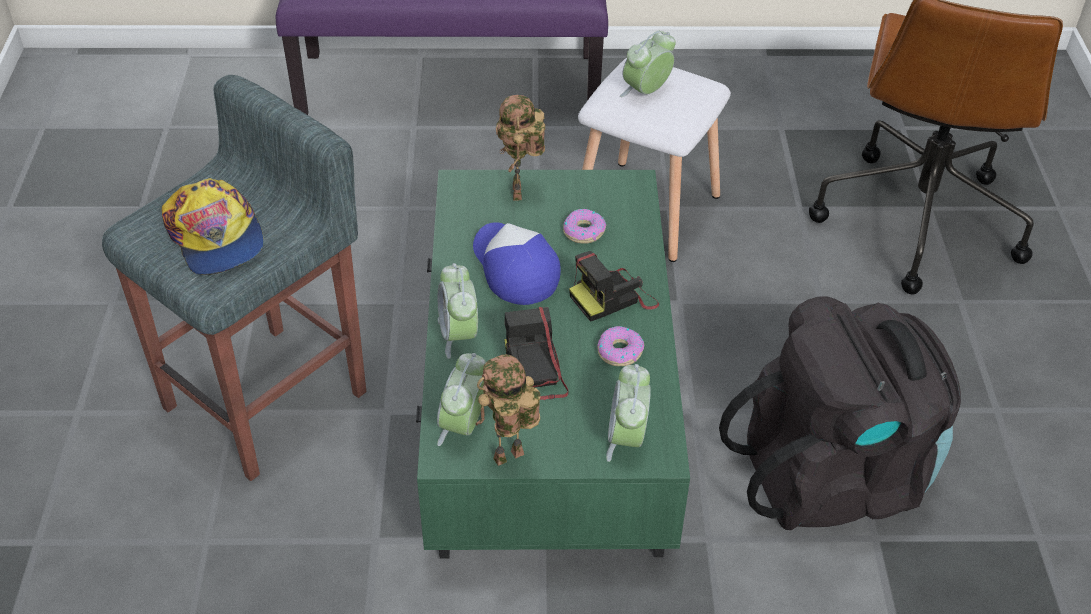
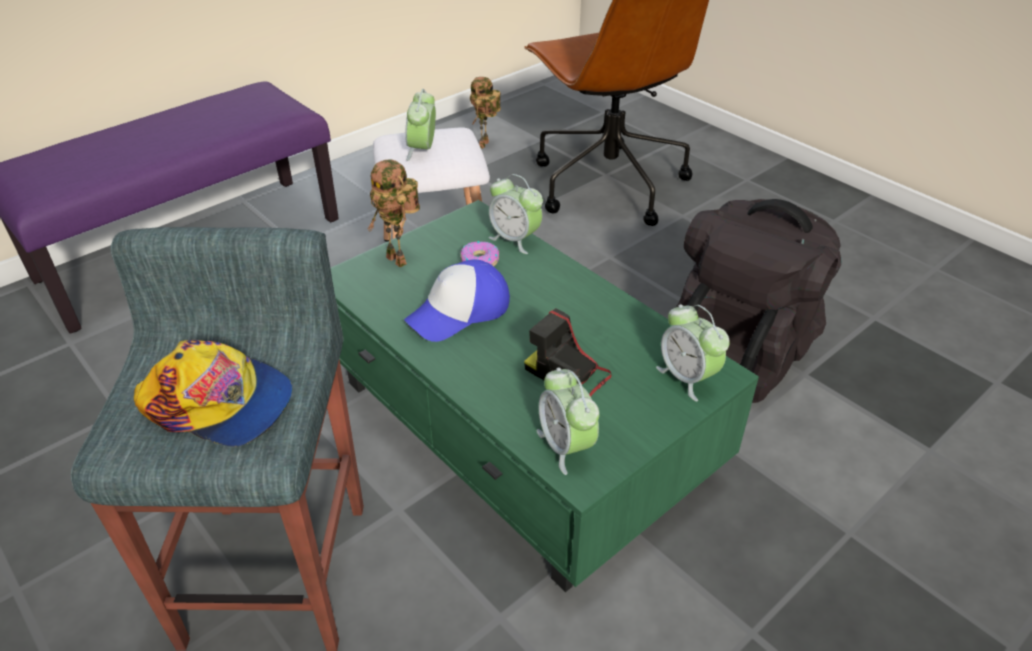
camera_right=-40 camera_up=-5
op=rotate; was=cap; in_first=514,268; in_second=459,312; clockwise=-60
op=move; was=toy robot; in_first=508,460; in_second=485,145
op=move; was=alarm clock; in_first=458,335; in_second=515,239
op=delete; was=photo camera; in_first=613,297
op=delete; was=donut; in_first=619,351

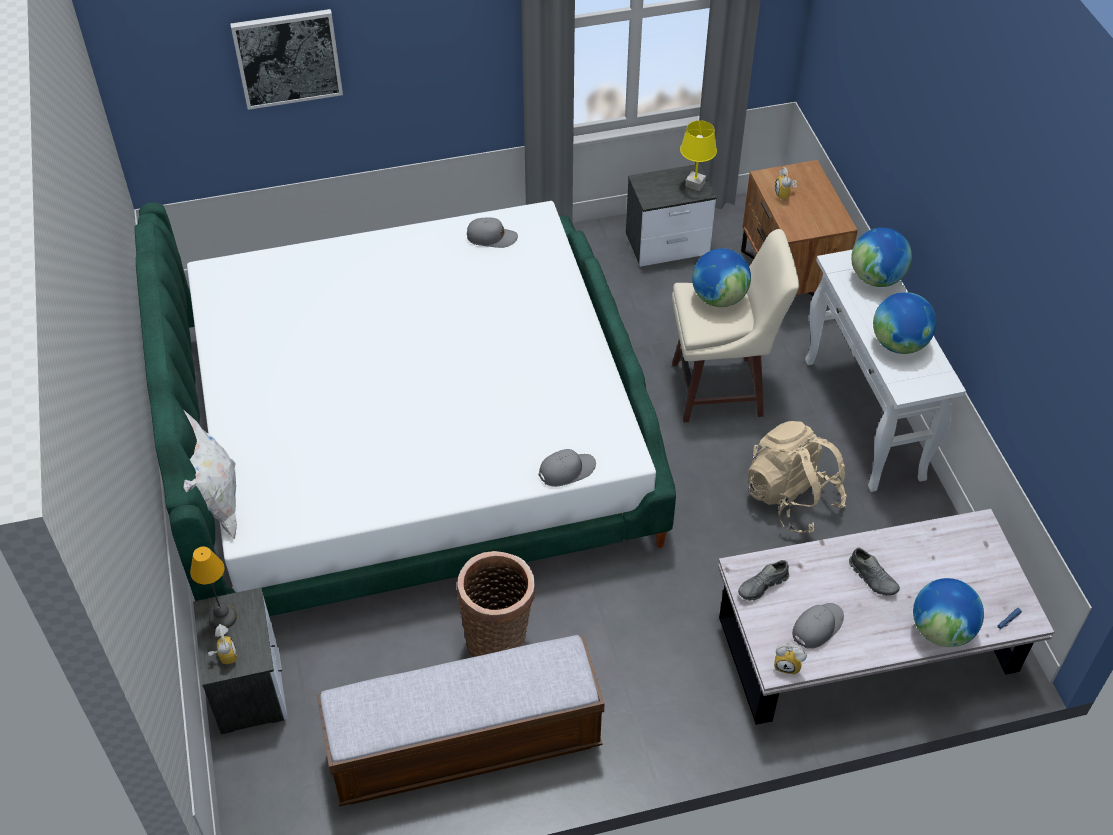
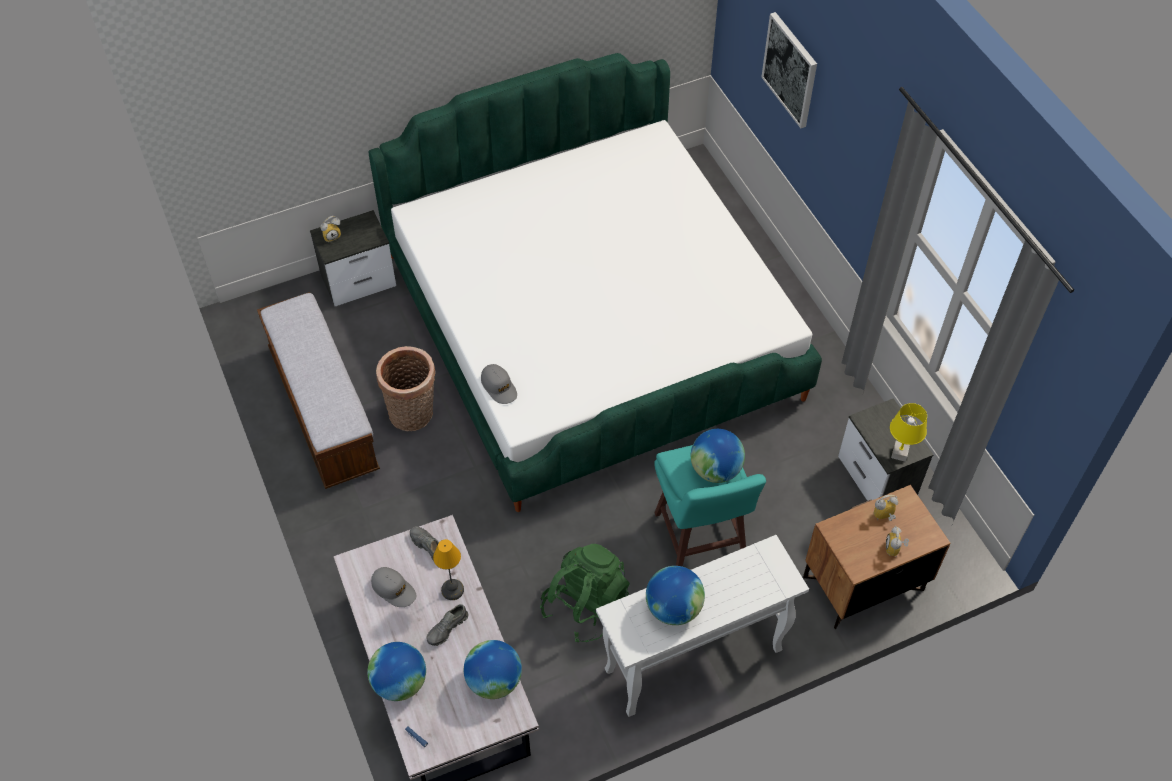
camera_right=80 camera_up=5
op=move; was=table lamp; in_first=223,617; in_second=453,590
op=move; was=globe; in_first=876,278; in_second=494,681
op=recolor; was=beige backpack; now=green backpack; in_first=792,498; in_second=585,605
op=recolor; was=beige stool; now=turquoise stool; in_first=720,390; in_second=700,538
op=move; was=alarm clock; in_first=788,664; in_second=895,549
op=delete; was=white pillow; in_first=217,503
op=delete; was=grey cap; in_first=491,237

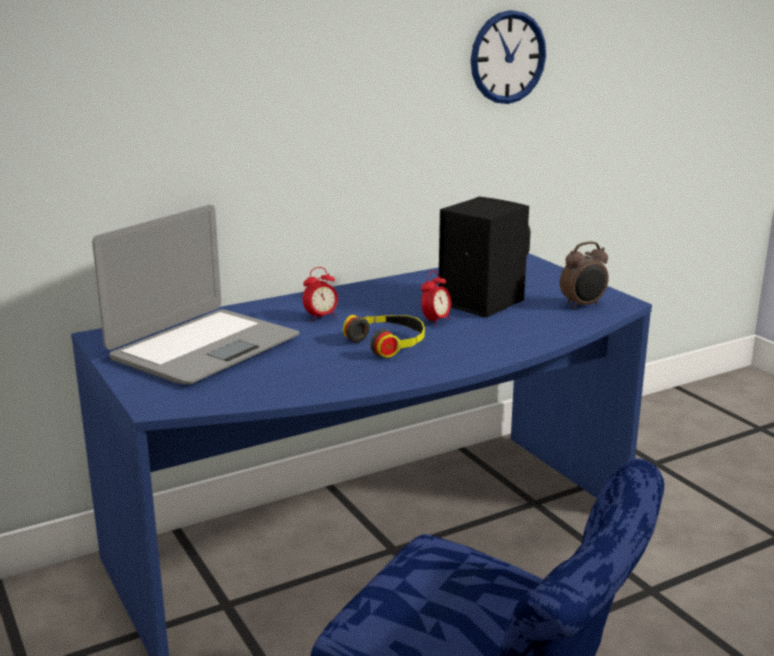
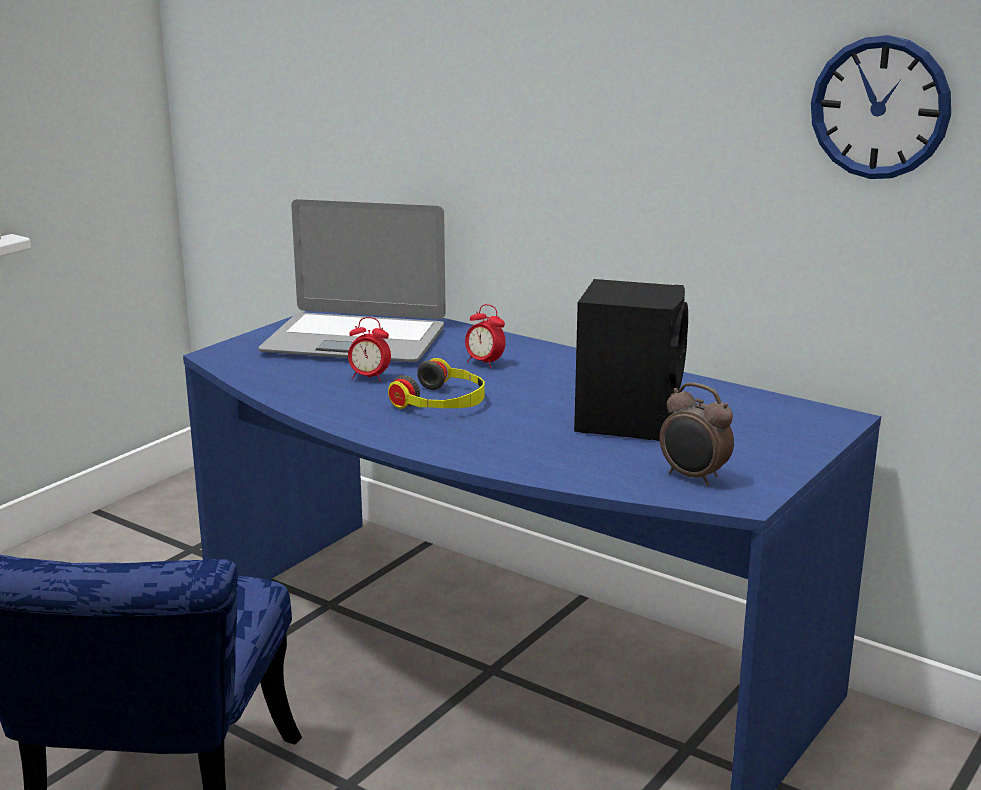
camera_right=65 camera_up=0
op=move; was=alarm clock; in_first=435,321; in_second=369,378

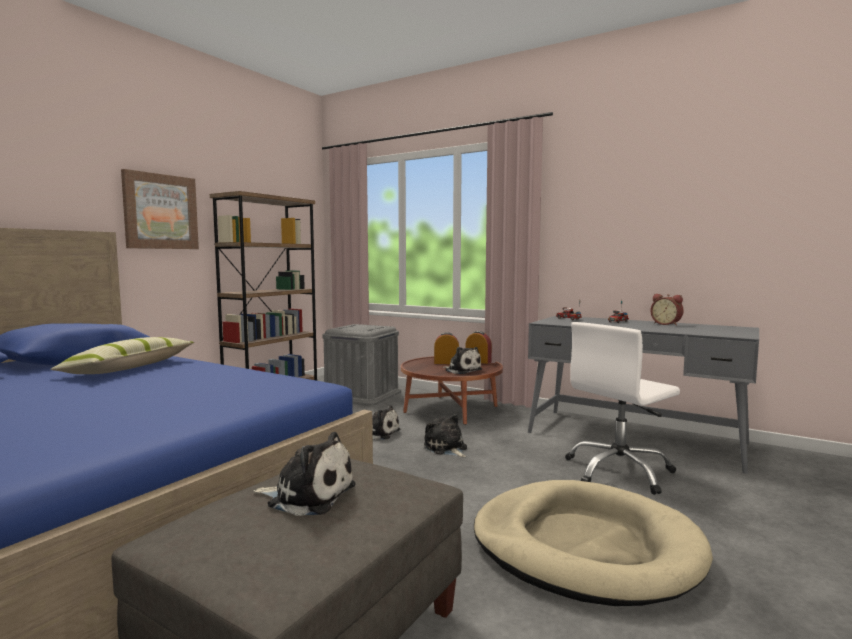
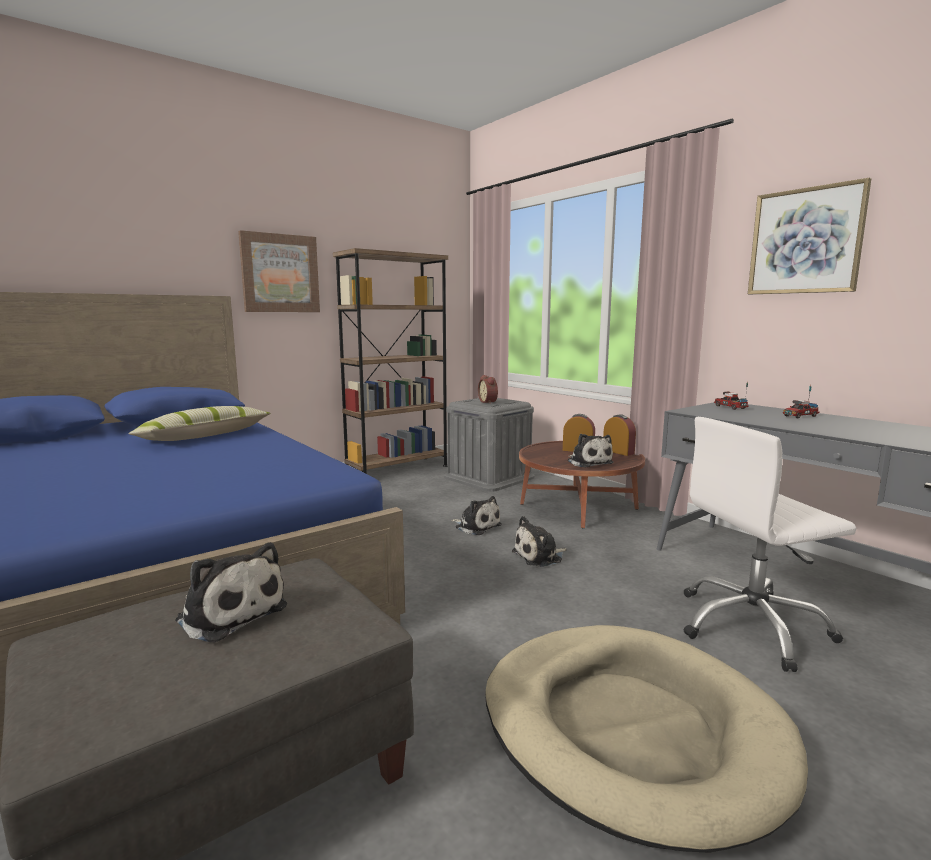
camera_right=20 camera_up=5
op=move; was=alarm clock; in_first=666,324; in_second=489,402
op=rotate; was=plush toy; in_first=446,448; in_second=540,556; clockwise=-105
op=insert; now=picture; in_second=805,241

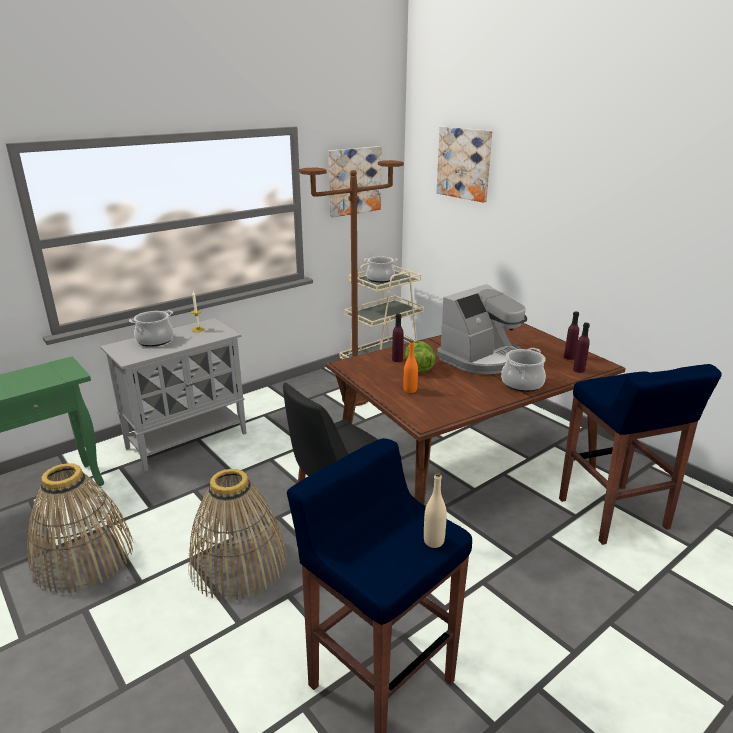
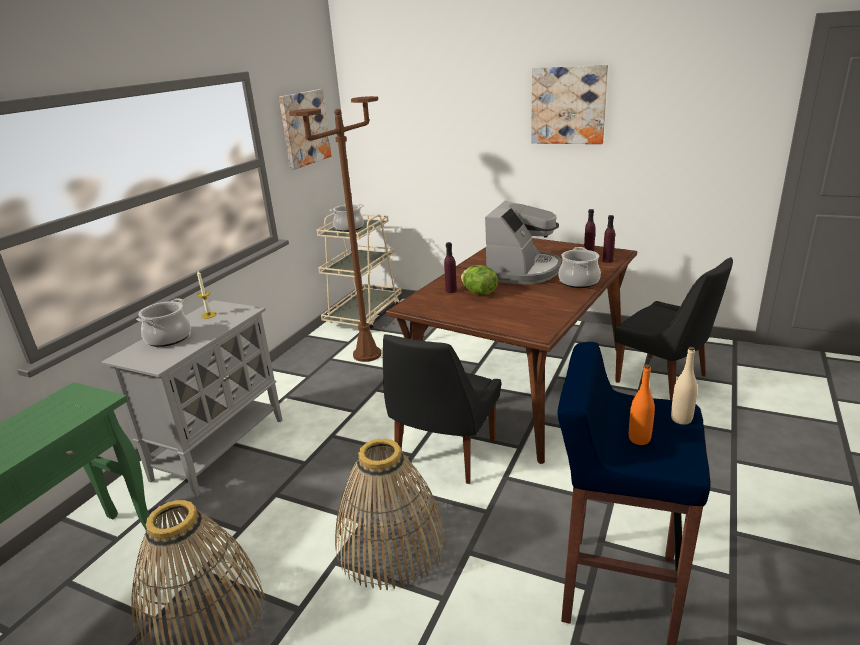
camera_right=-25 camera_up=0
op=move; was=picture; in_first=464,163; in_second=568,105
op=replace; was=blue stool; now=black chair; in_first=613,515; in_second=664,380
op=move; was=orange bottle; in_first=410,390; in_second=639,439

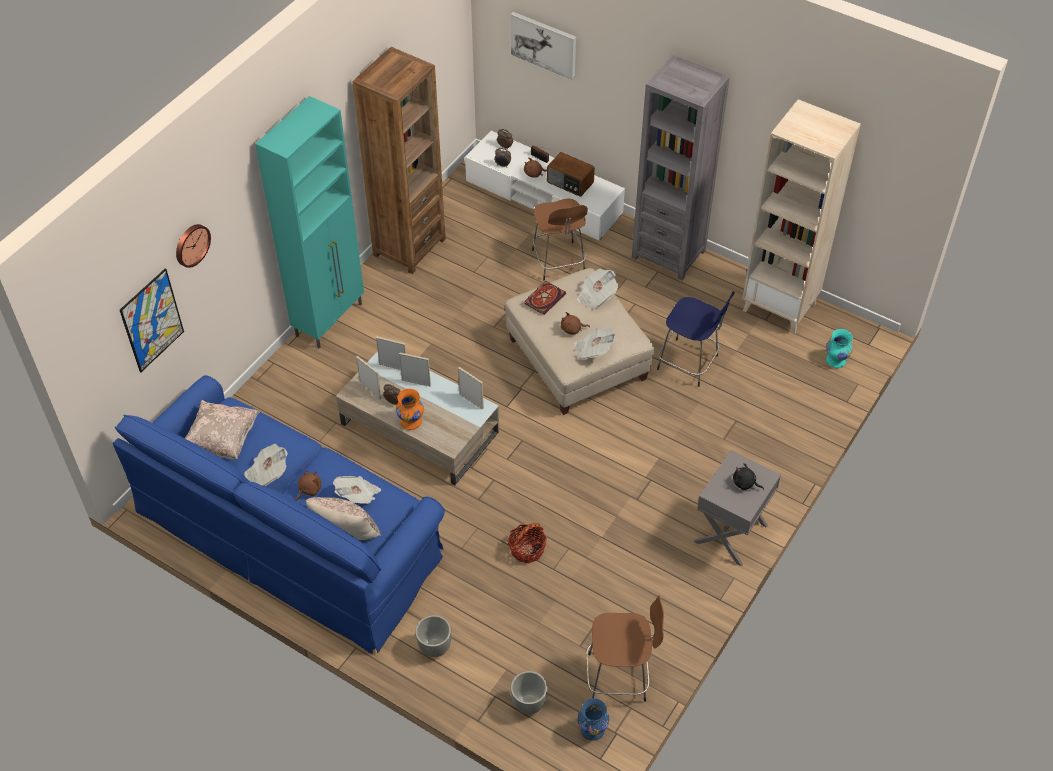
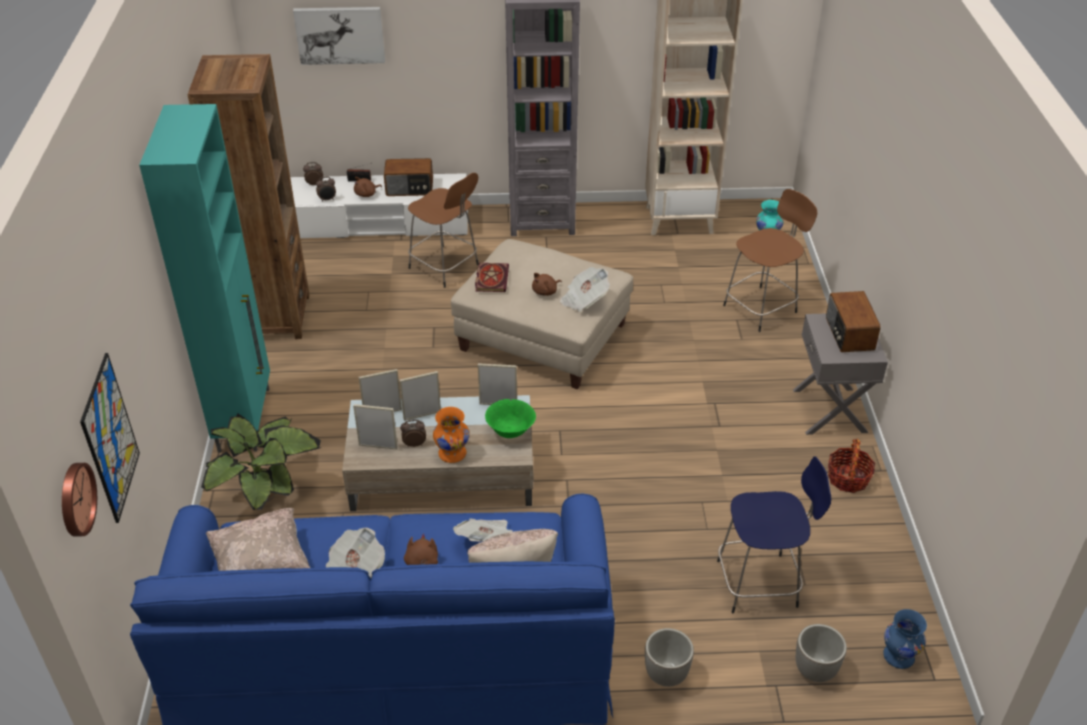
camera_right=-35 camera_up=-10
op=move; was=wall clock; in_first=191,244; in_second=75,499
op=insert; now=potted plant; in_second=268,496
op=insert; now=green bowl; in_second=510,432
op=move; was=blue stool; in_first=689,363; in_second=760,583
op=move; was=brown stool; in_first=619,677; in_second=762,308
op=replace; was=black plush toy; now=radio; in_first=745,483; in_second=848,334
op=move; was=basket; in_first=527,549; in_second=848,478
op=delete; was=newspaper; in_first=596,296

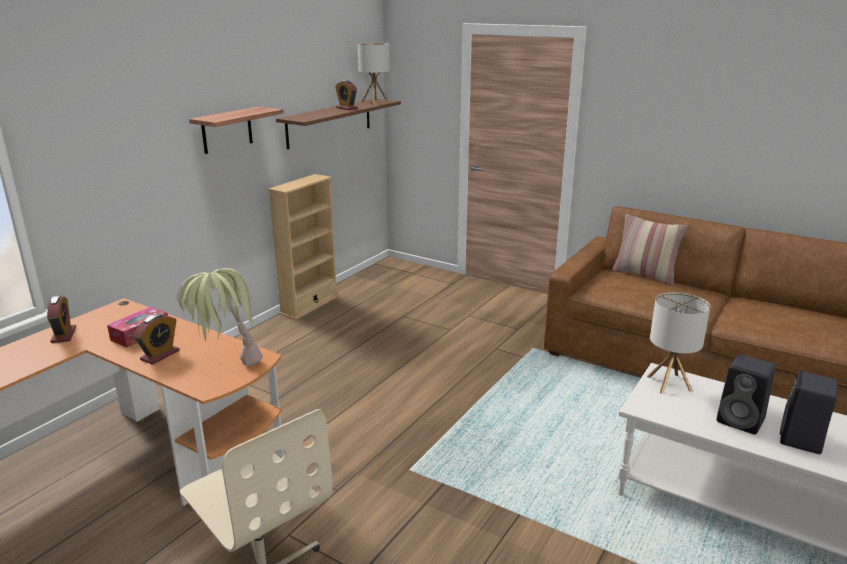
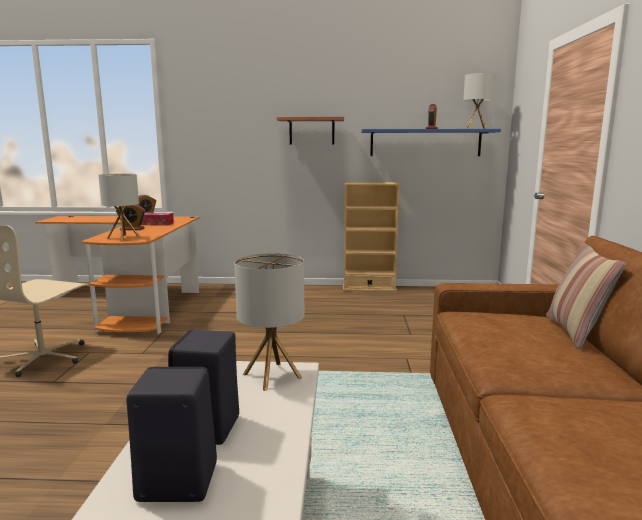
camera_right=60 camera_up=-10
op=replace; was=potted plant; now=table lamp; in_first=226,367; in_second=123,237
op=recolor; was=brown shelf; now=blue shelf; in_first=329,122; in_second=425,143

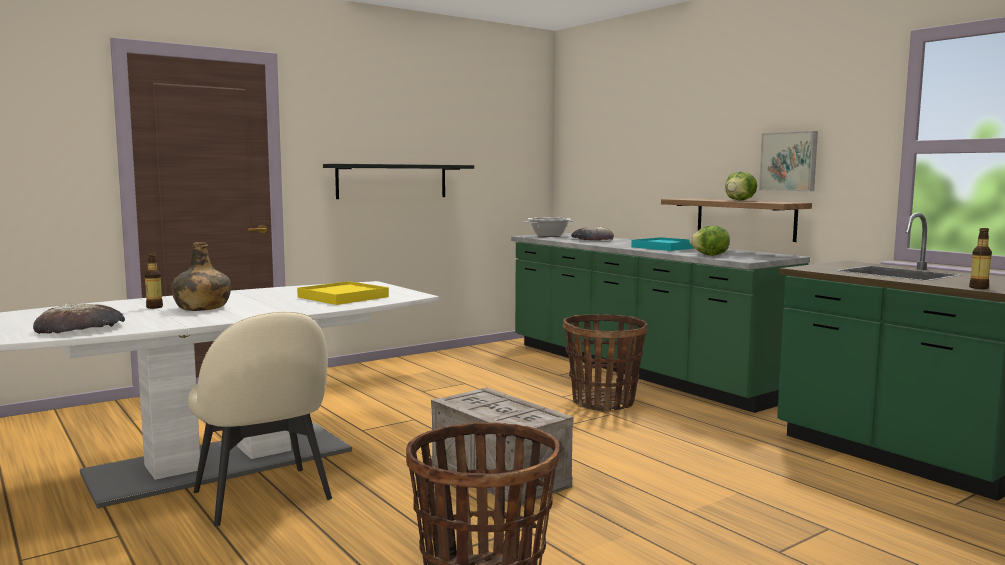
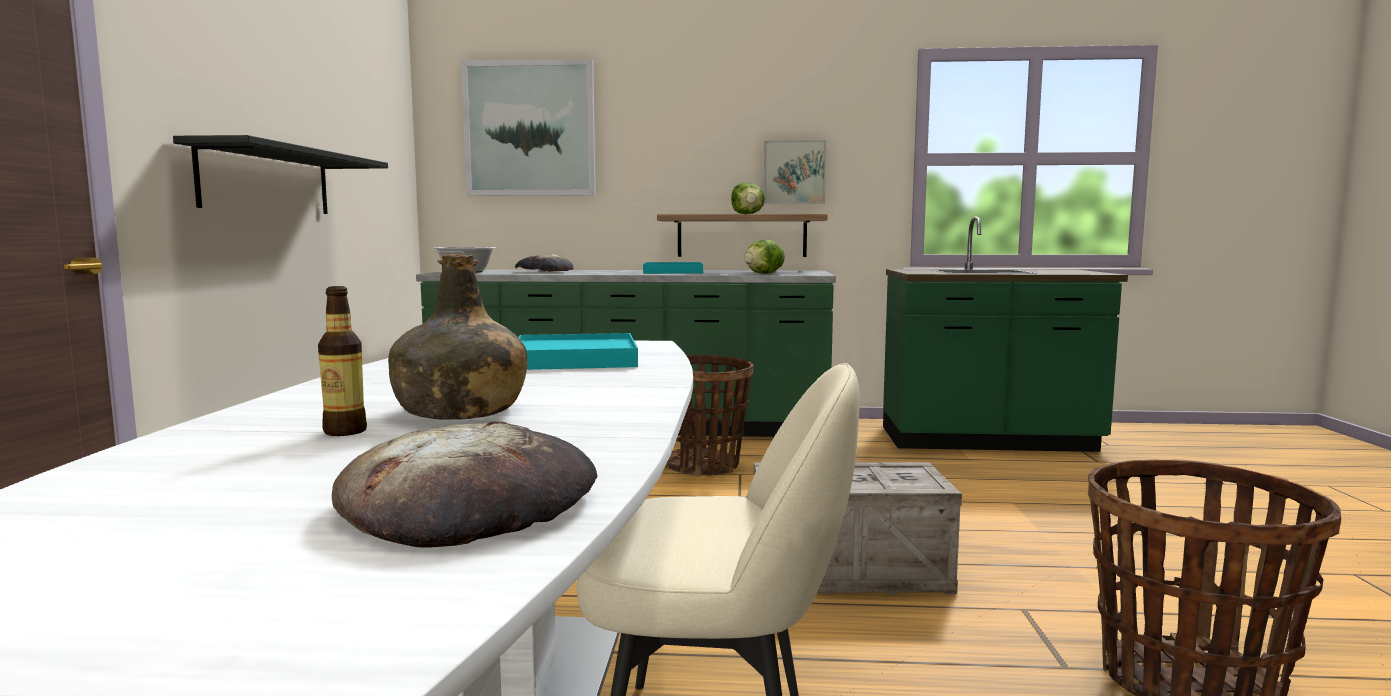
camera_right=-50 camera_up=0
op=insert; now=picture; in_second=529,129
op=recolor; was=yellow tray; now=turquoise tray; in_first=343,297; in_second=576,359
op=delete; was=bottle; in_first=978,288

